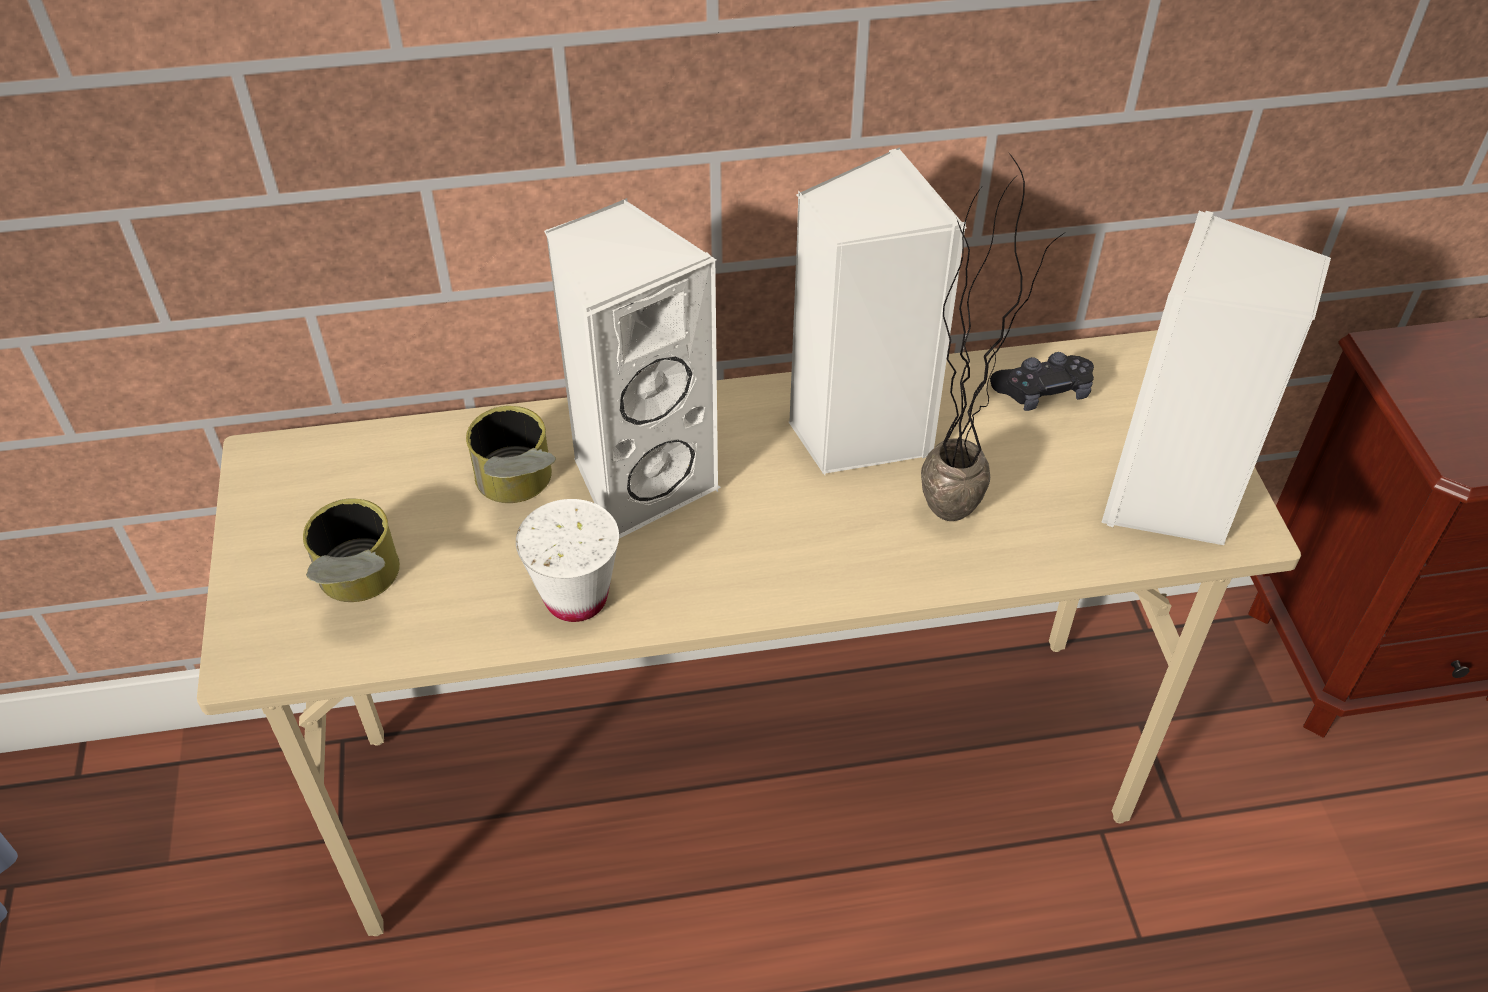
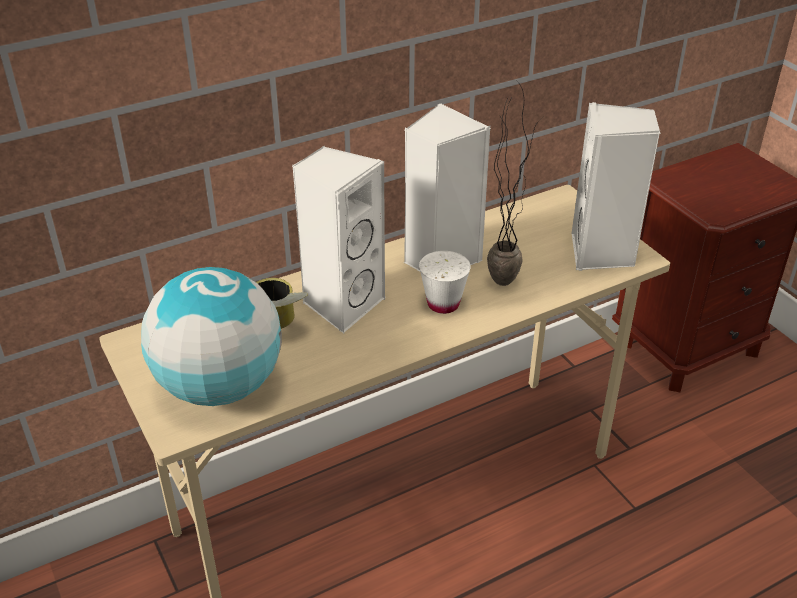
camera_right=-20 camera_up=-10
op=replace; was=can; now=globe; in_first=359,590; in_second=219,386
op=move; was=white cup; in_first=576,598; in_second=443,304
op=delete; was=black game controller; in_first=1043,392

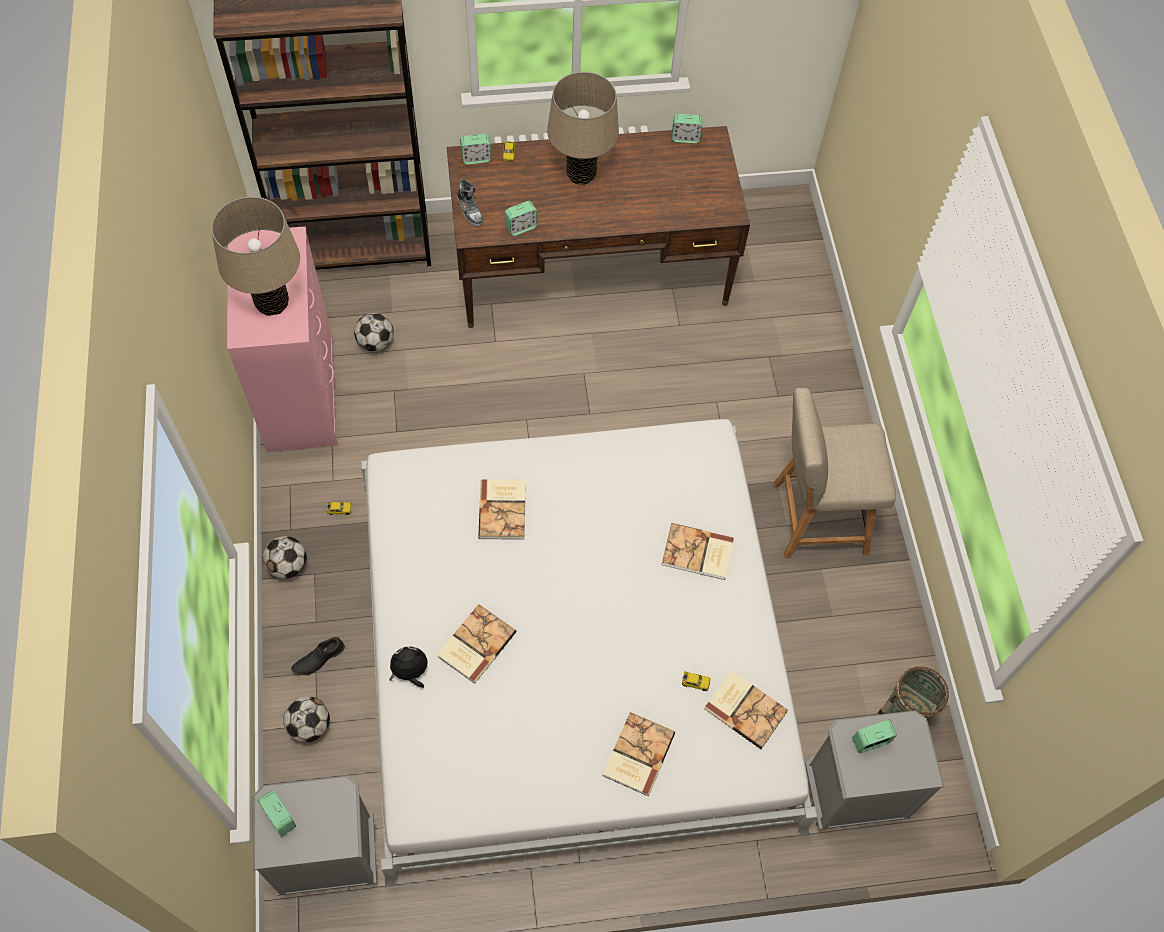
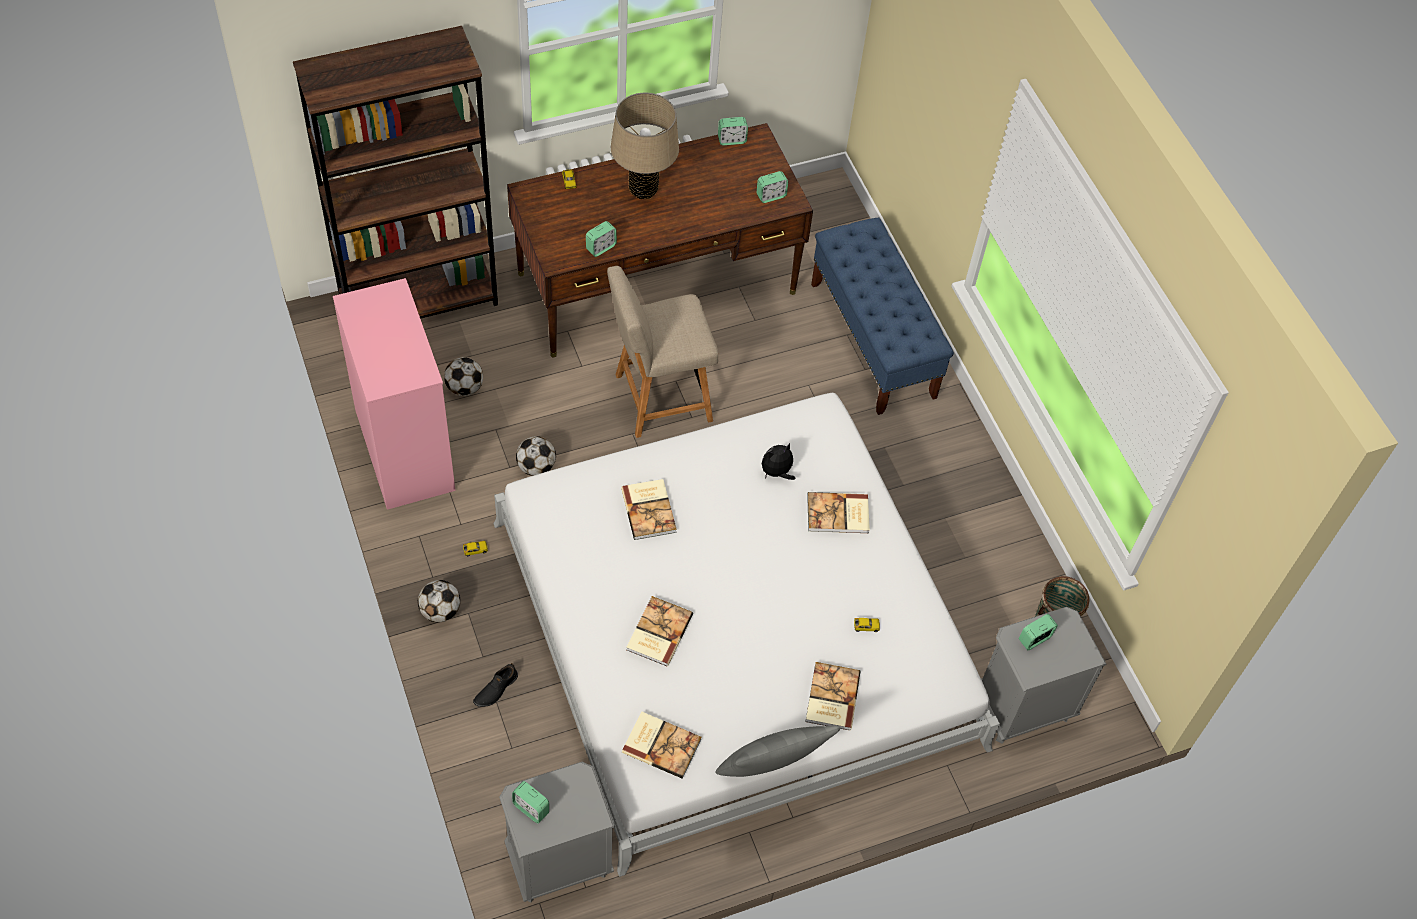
camera_right=-15 camera_up=-5
op=move; was=football; in_first=310,726; in_second=536,467
op=move; was=beige chair; in_first=814,518; in_second=658,399
op=move; was=book; in_first=745,709; in_second=661,744
op=insert; now=grey pillow; in_second=771,769
op=move; was=alarm clock; in_first=476,158; in_second=771,196
op=move; was=plush toy; in_first=410,672; in_second=777,472
op=insert; now=blue bench; in_second=873,340
op=delete; was=beige table lamp; in_first=272,303
op=delete; was=shoe; in_first=470,210

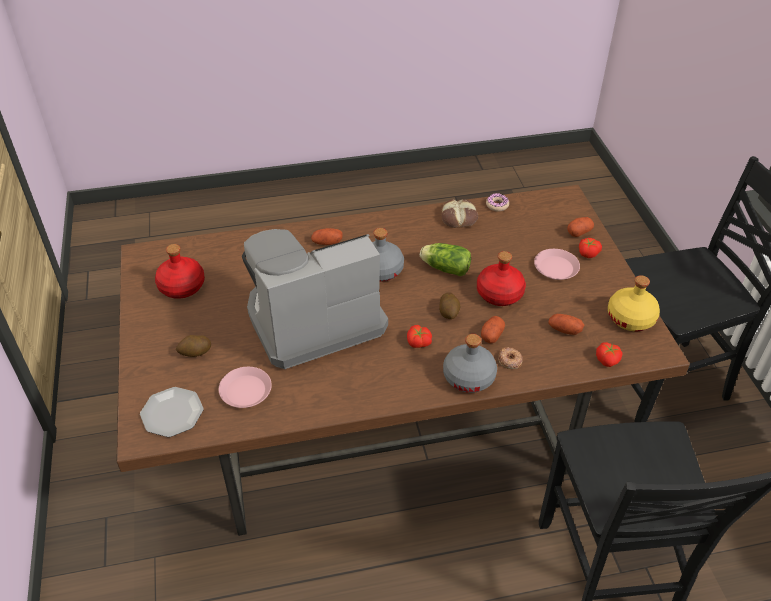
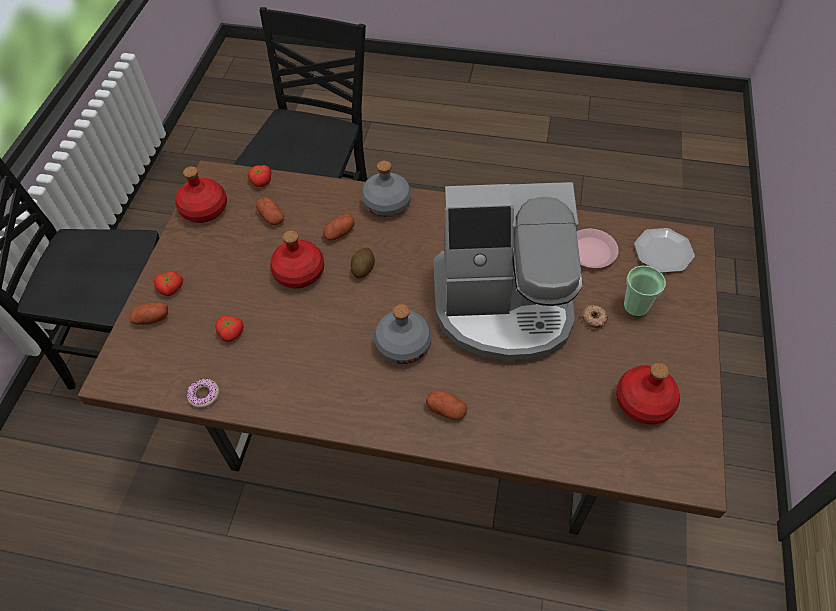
camera_right=-155 camera_up=10
op=recolor; was=yellow bottle; now=red bottle; in_first=631,318; in_second=204,209
op=move; was=tomato; in_first=418,343; in_second=232,332
op=move; was=donut; in_first=509,360; in_second=594,318
op=replace; was=potato; now=cup; in_first=195,353; in_second=636,307
op=delete; was=lettuce; in_first=444,268
op=delete; was=bread; in_first=459,218
op=delete; was=pink plate; in_first=556,267

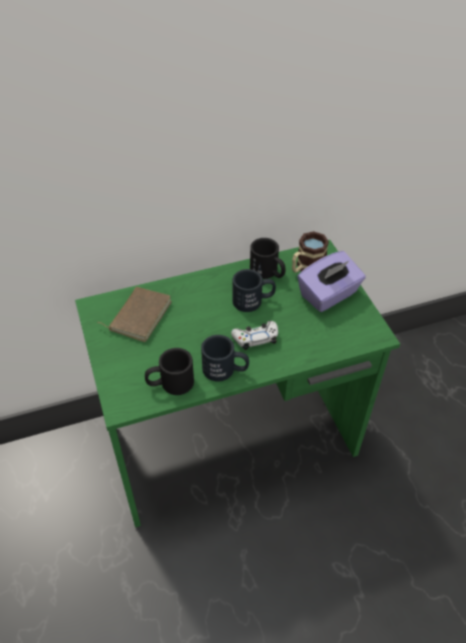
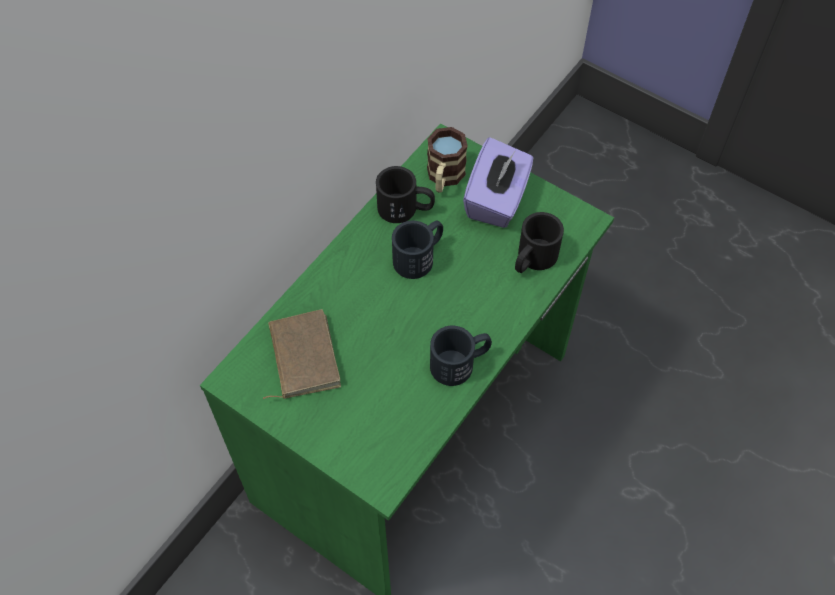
camera_right=-35 camera_up=10
op=move; was=black mug; in_first=170,383; in_second=532,259
op=delete; was=white game controller; in_first=255,338

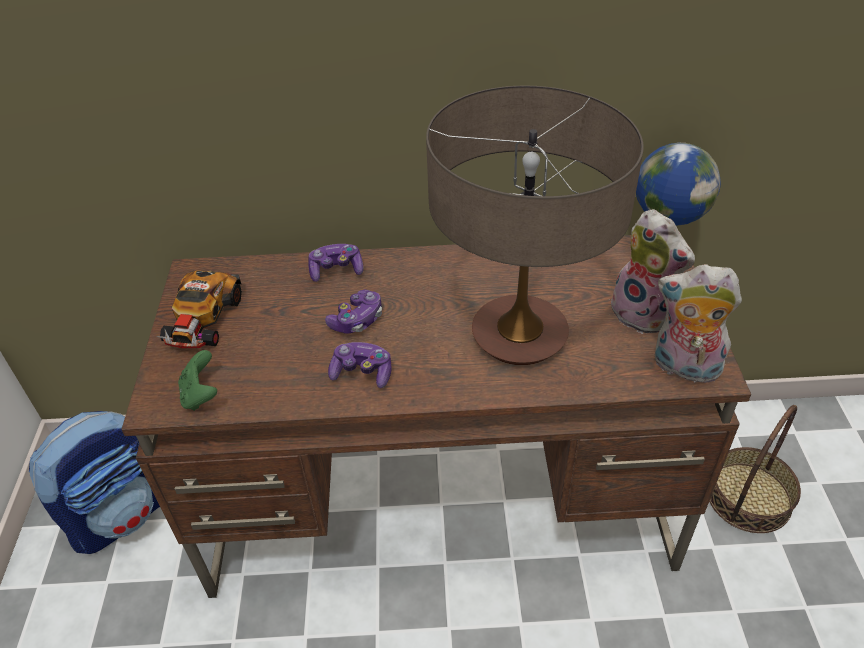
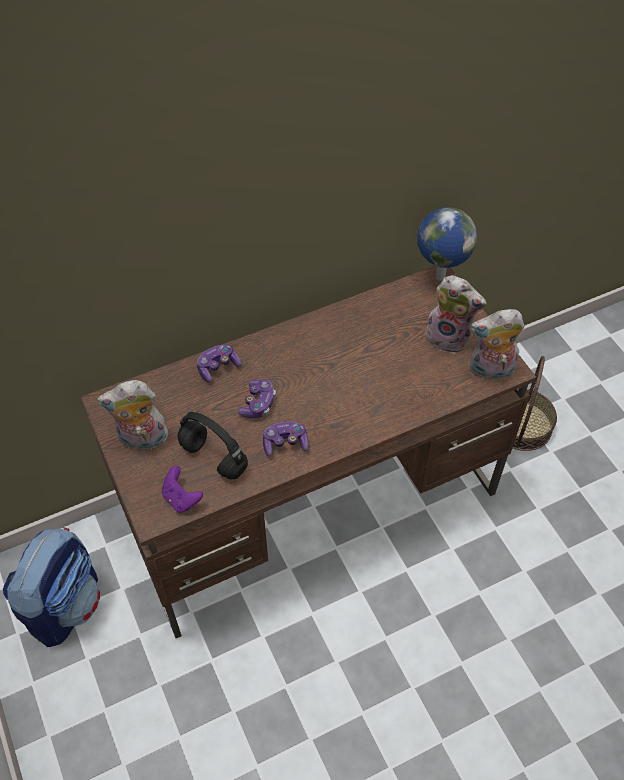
camera_right=-25 camera_up=10
op=replace; was=toy car; now=plush toy; in_first=203,320; in_second=142,440
op=recolor; was=green game controller; now=purple game controller; in_first=201,395; in_second=181,498
op=insert; now=black headphones; in_second=212,458
op=delete; was=table lamp; in_first=519,335

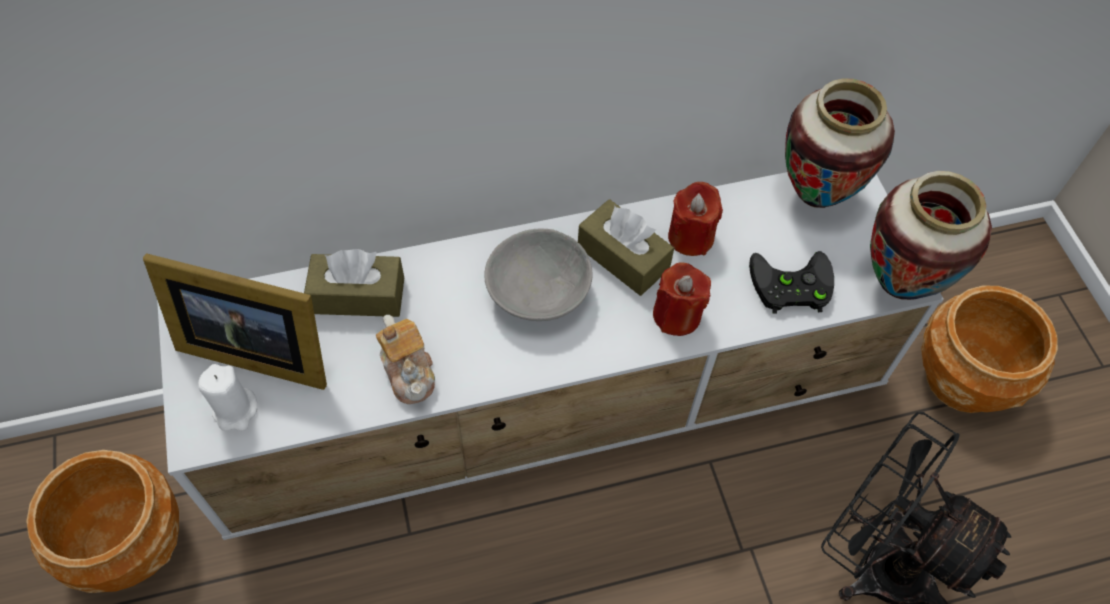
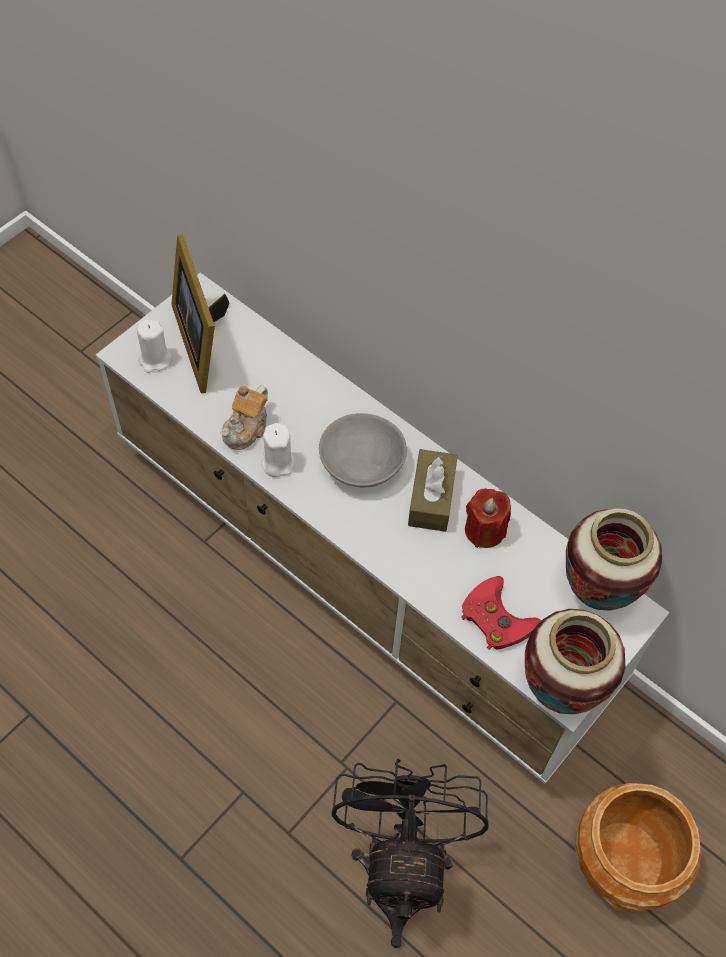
camera_right=55 camera_up=0
op=insert; now=white candle; in_second=277,462
op=recolor; was=black game controller; now=red game controller; in_first=789,287; in_second=493,617
op=delete; was=brown planter; in_first=131,543
op=delete; was=brown tissue box; in_first=358,295
op=delete; was=red candle; in_first=677,315

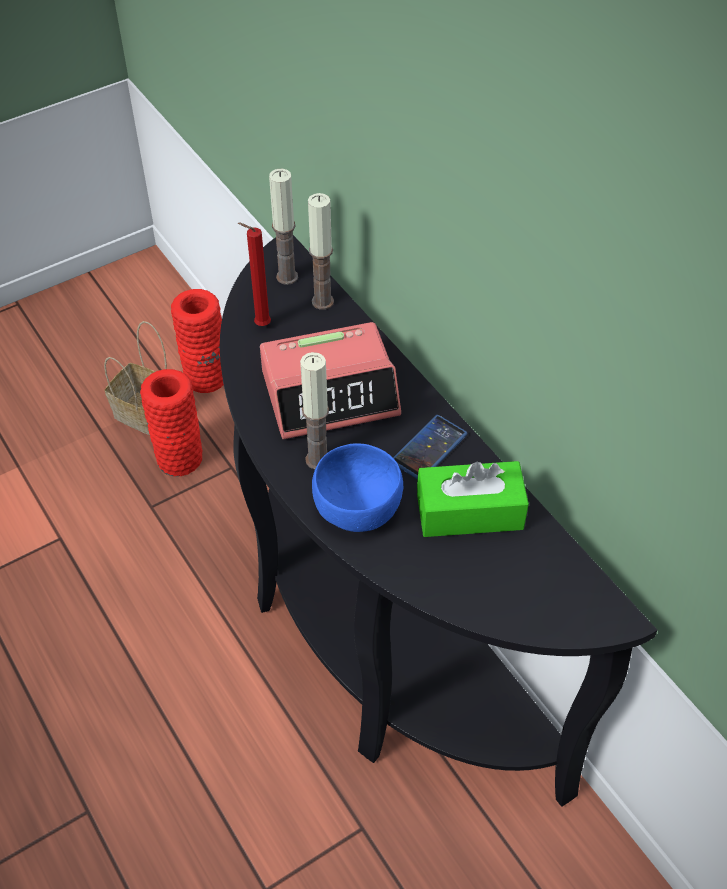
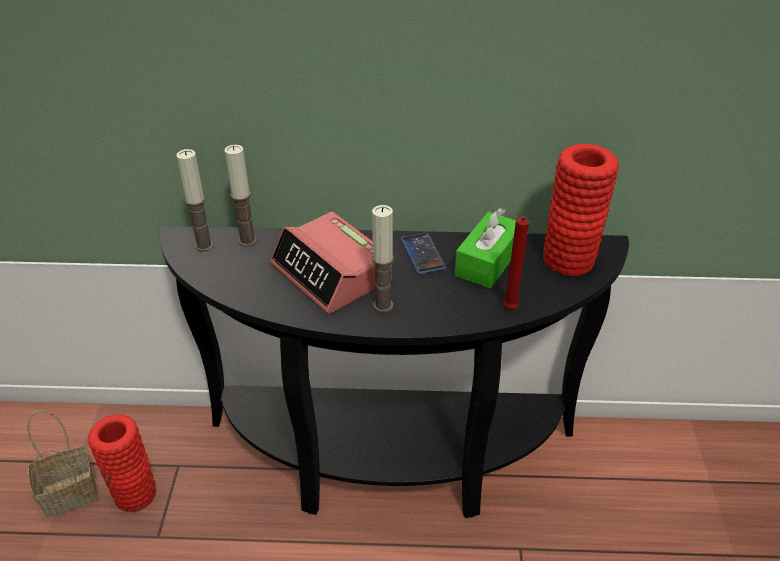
camera_right=-55 camera_up=-10
op=rotate; was=alarm clock; in_first=331,393; in_second=332,273; clockwise=120
op=move; was=red candle; in_first=260,325; in_second=509,309
op=move; was=red vase; in_first=206,377; in_second=568,259
op=delete; was=blue bowl; in_first=358,508

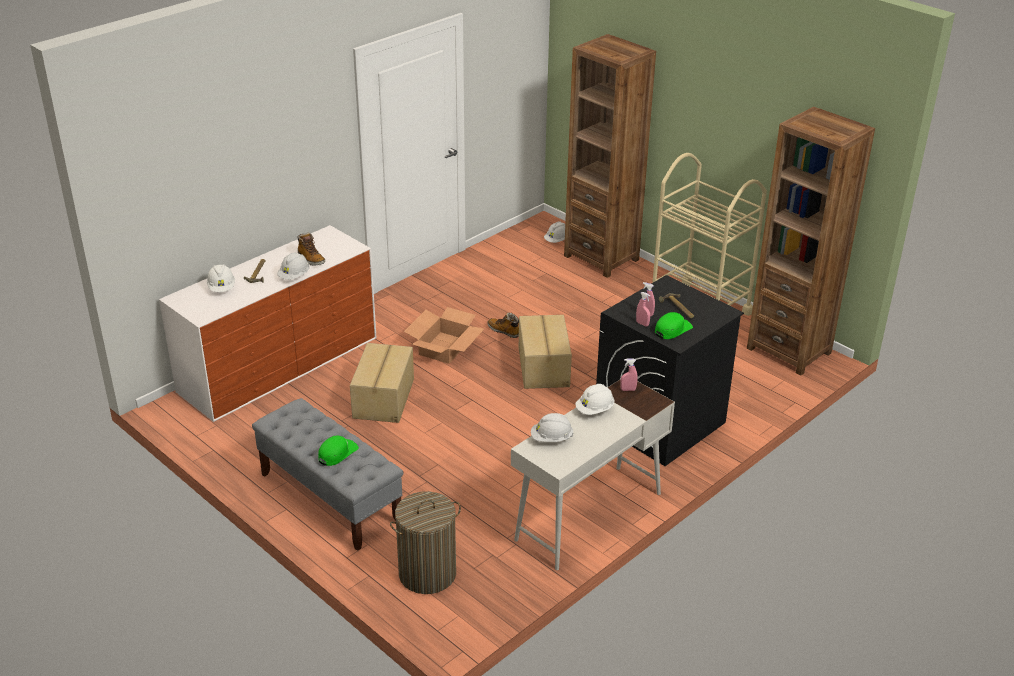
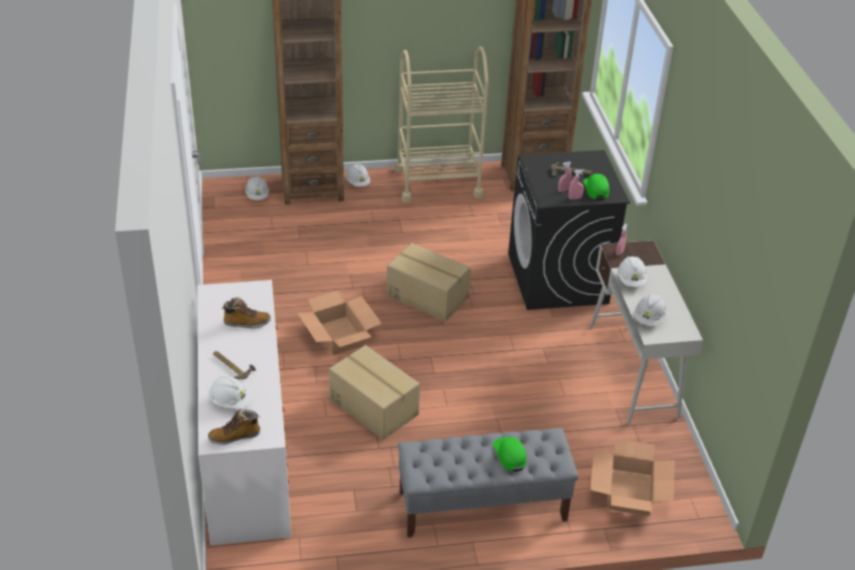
camera_right=-55 camera_up=5
op=move; was=boot; in_first=504,331; in_second=235,436
op=move; was=white hard hat; in_first=294,276; in_second=358,183
op=replace; was=laundry basket; now=cardboard box; in_first=427,574; in_second=629,492

